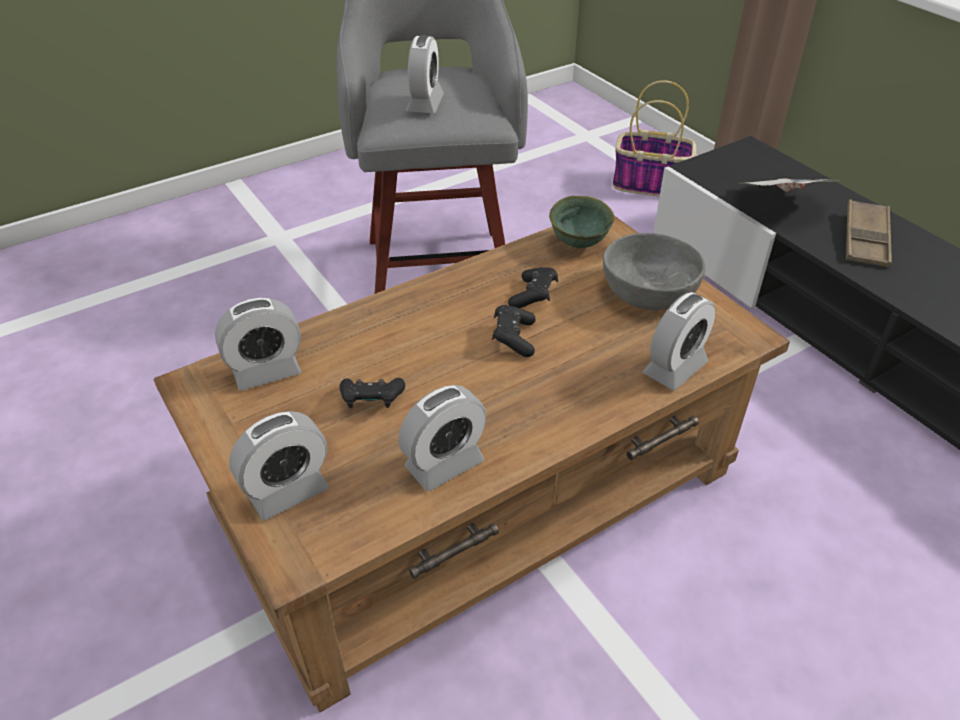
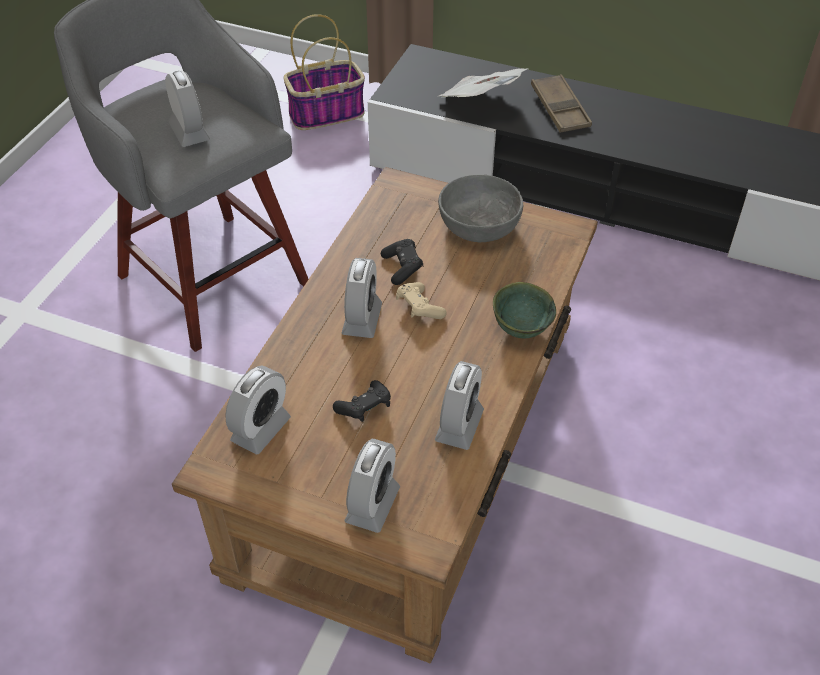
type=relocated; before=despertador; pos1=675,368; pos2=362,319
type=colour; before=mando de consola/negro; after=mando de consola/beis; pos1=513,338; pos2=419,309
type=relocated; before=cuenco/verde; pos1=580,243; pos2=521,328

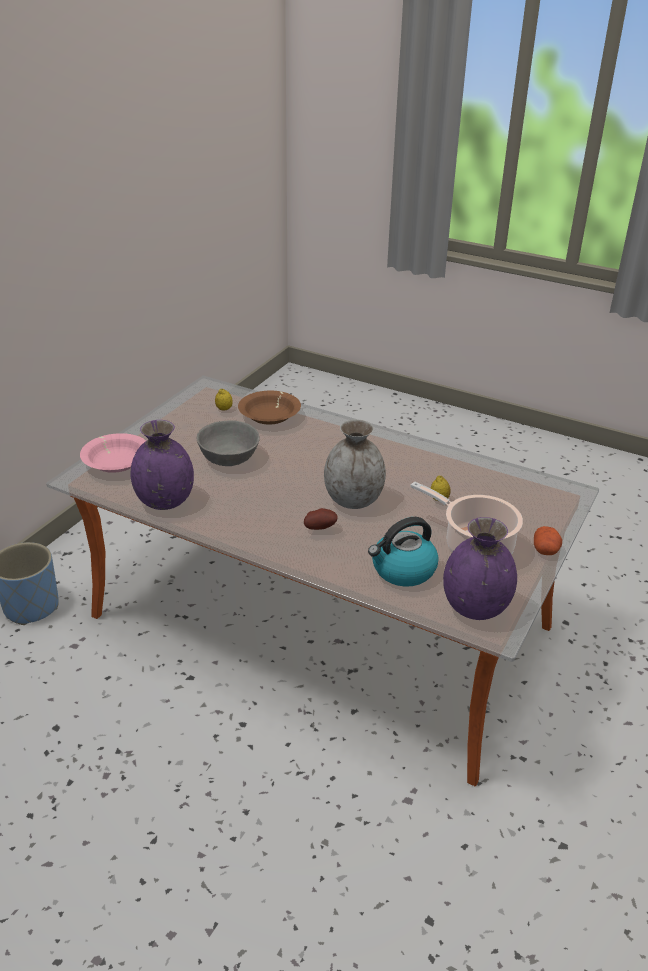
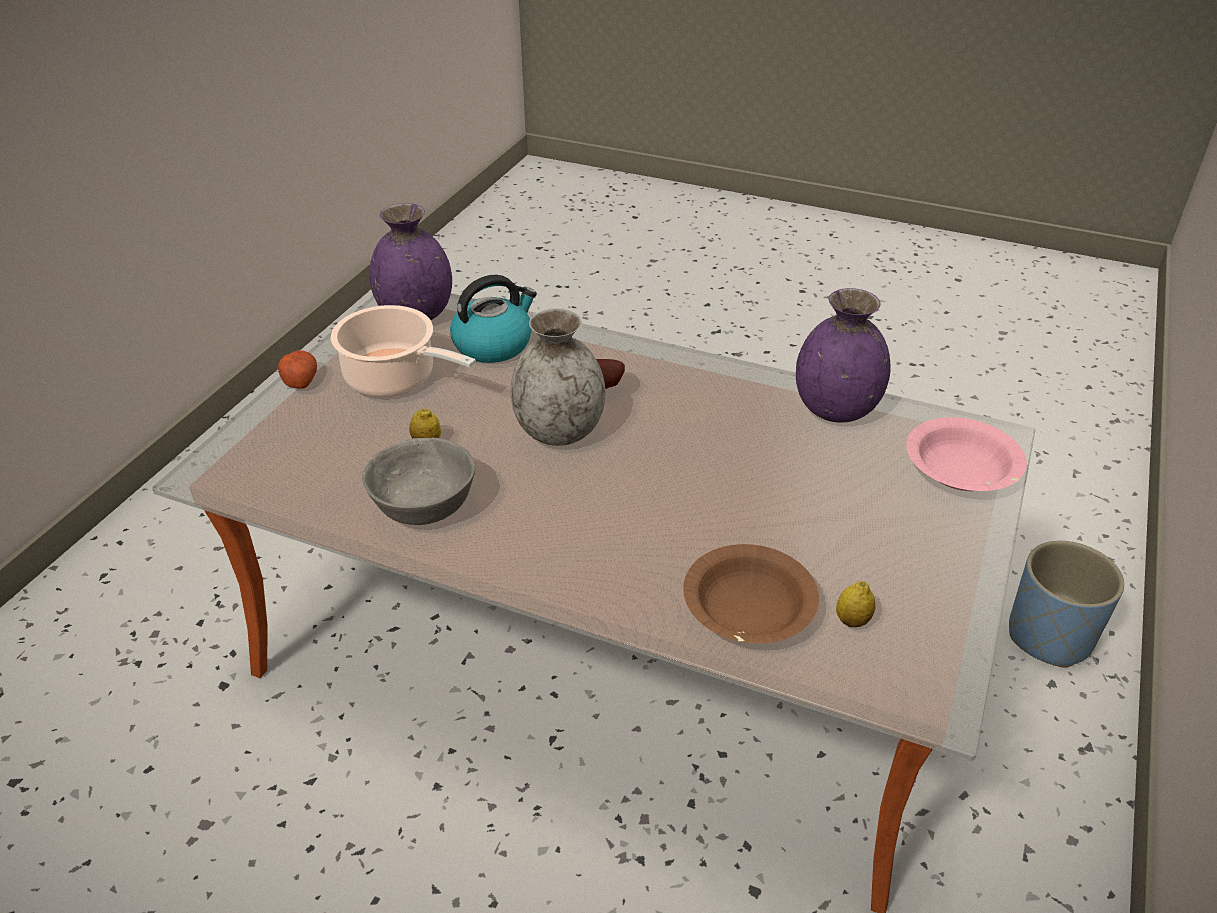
type=relocated; before=cuenco/gris; pos1=229,458; pos2=423,504

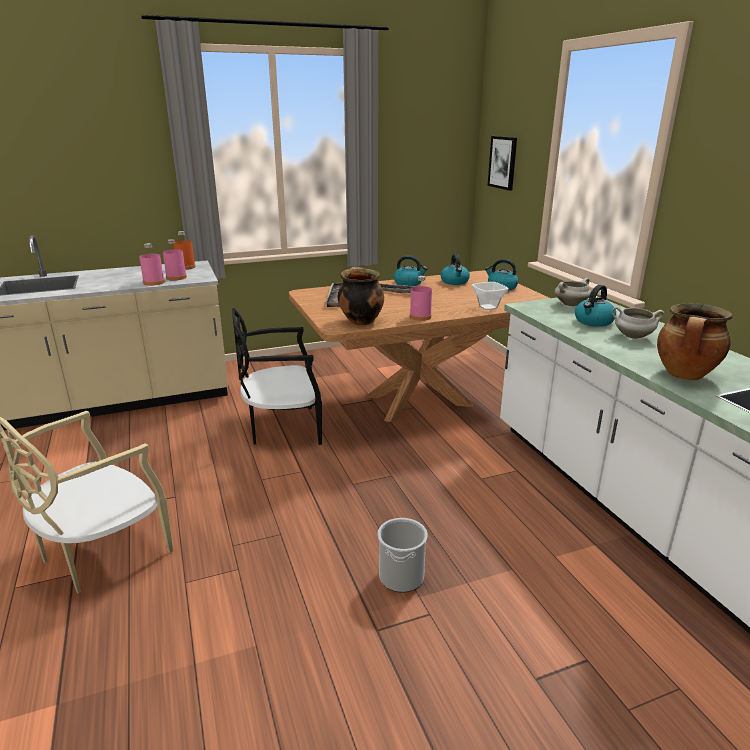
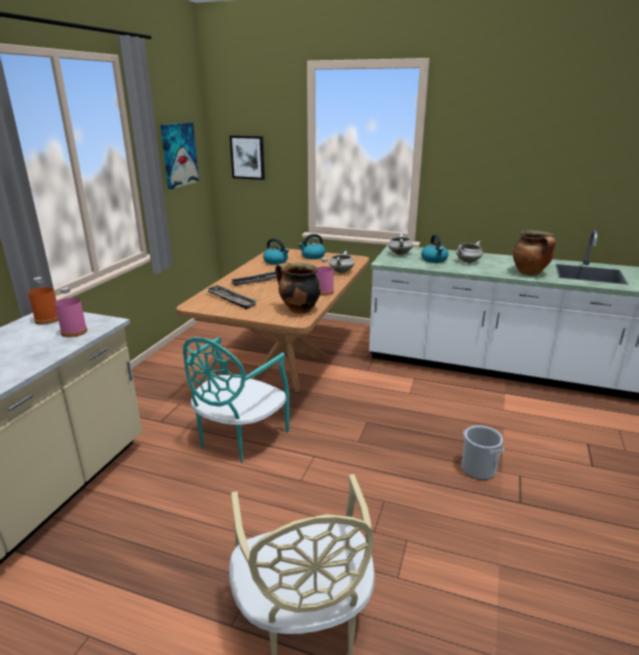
type=appeared; after=cuadro; pos2=179,155
type=colour; before=silla/negro; after=silla/turquesa; pos1=283,428; pos2=238,438
type=exchanged; before=cuenco; after=olla/blanco; pos1=488,307; pos2=341,272
type=missing; before=botella/rosa; pos1=154,282
type=missing; before=hervidor; pos1=409,283

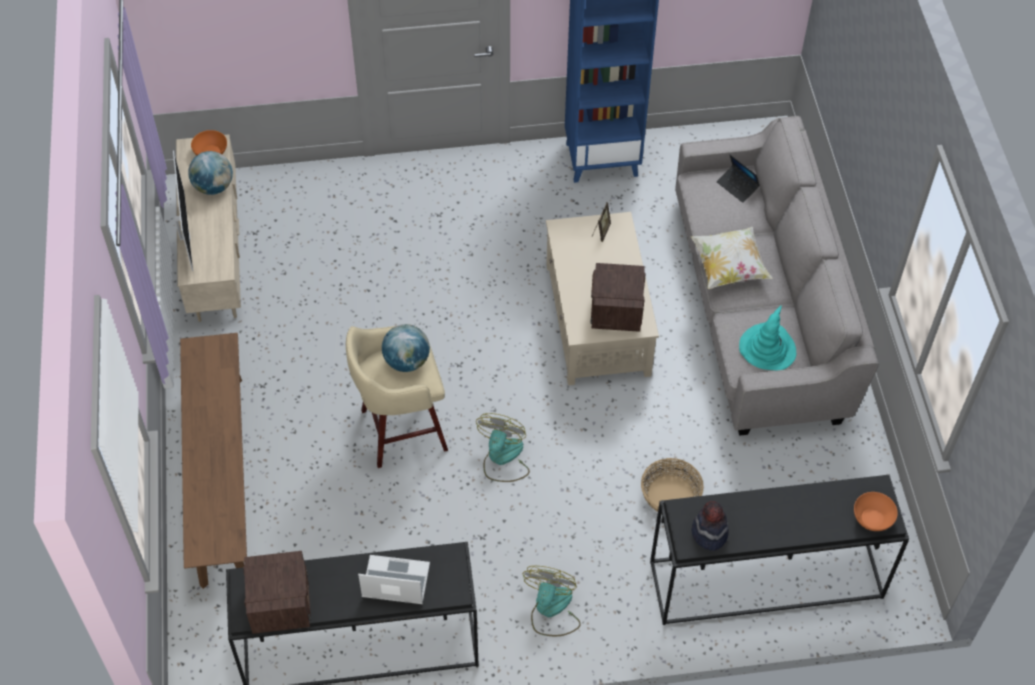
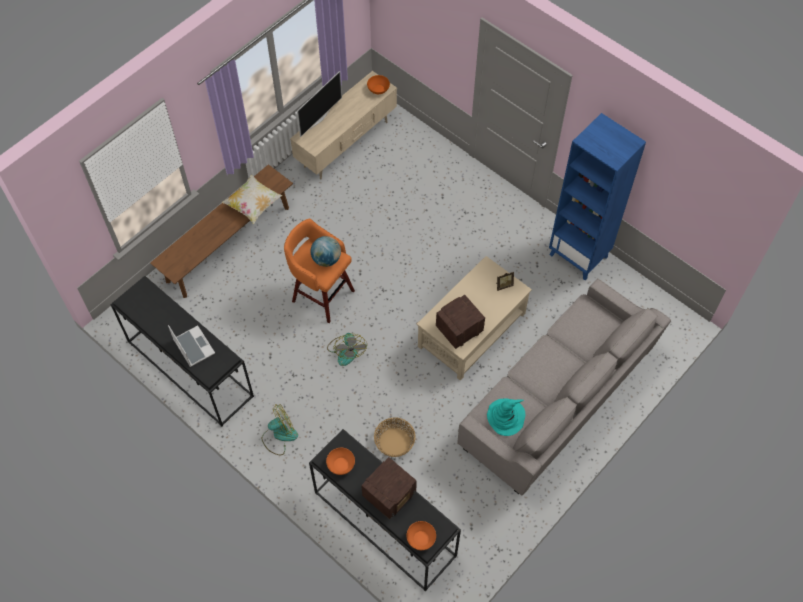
type=relocated; before=cojín; pos1=728,268; pos2=253,205
type=colour; before=taburete/beis; after=taburete/naranja; pos1=400,430; pos2=321,295
type=exchanged; before=sombrero; after=cuenco/naranja; pos1=709,533; pos2=340,465
type=spun; before=ventilador; pos1=503,458; pos2=346,350; turn=105
type=relocated; before=radio; pos1=280,603; pos2=390,494
type=missing; before=globo terráqueo; pos1=213,187
type=missing; before=portátil; pos1=737,186

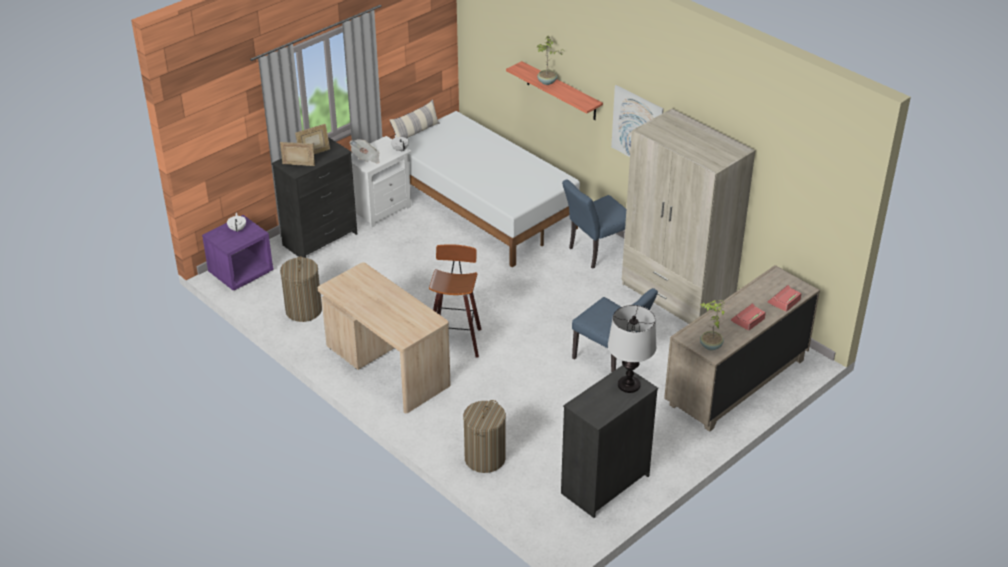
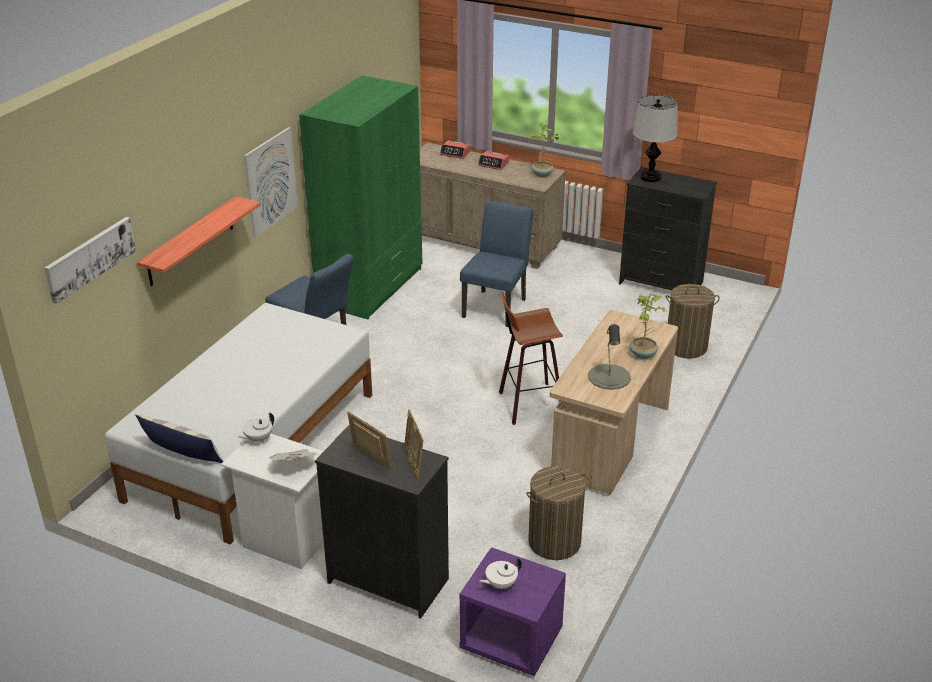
type=appeared; after=cuadro; pos2=90,258
type=colour; before=armario ropero/beis; after=armario ropero/verde; pos1=677,295; pos2=371,286
type=appeared; after=lámpara de mesa/gris; pos2=609,377
type=relocated; before=planta en maceta; pos1=547,82; pos2=643,354

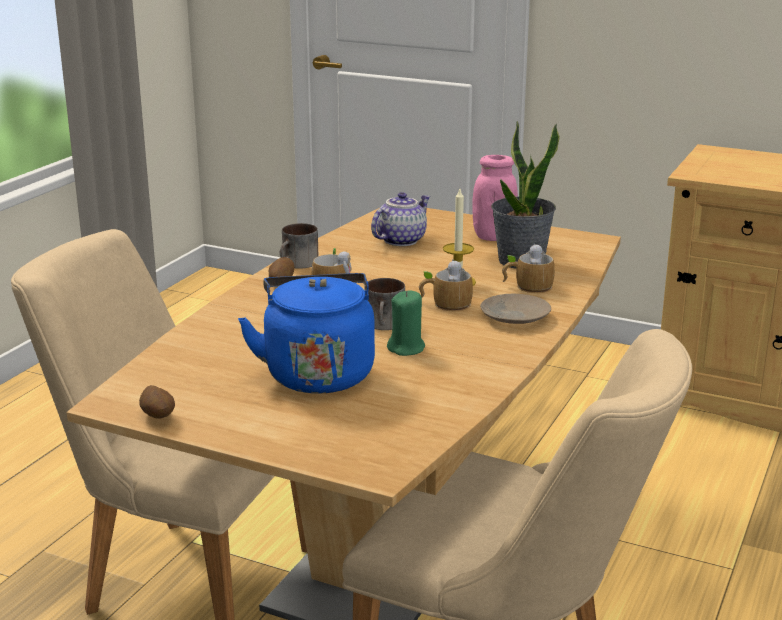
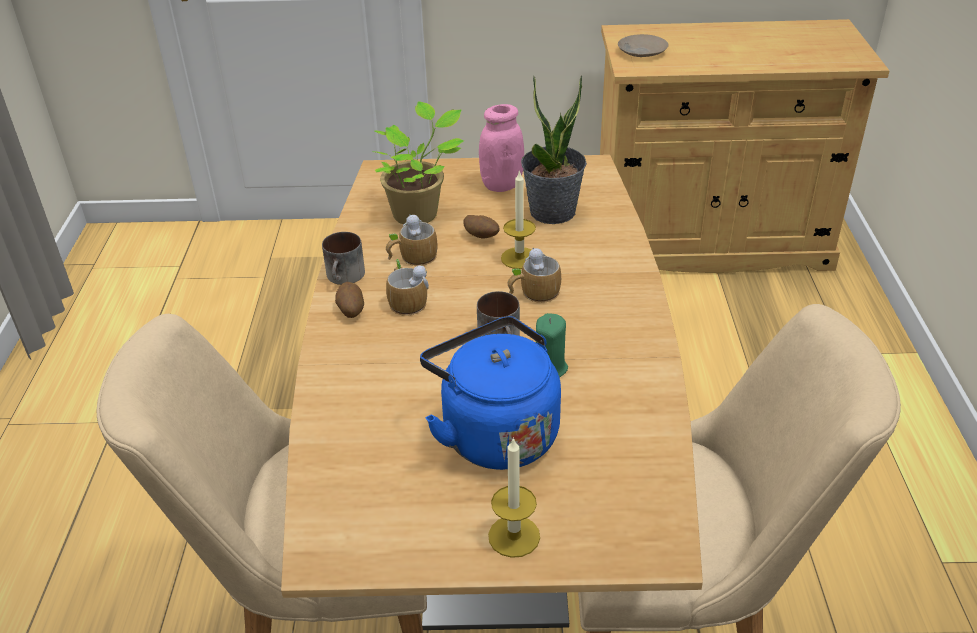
type=exchanged; before=tetera; after=planta en maceta; pos1=400,240; pos2=418,213
type=relocated; before=taza grande; pos1=527,286; pos2=412,257
type=relocated; before=patata; pos1=158,417; pos2=481,237
type=appeared; after=vela; pos2=514,536
type=relocated; before=plato/beis; pos1=514,317; pos2=641,52

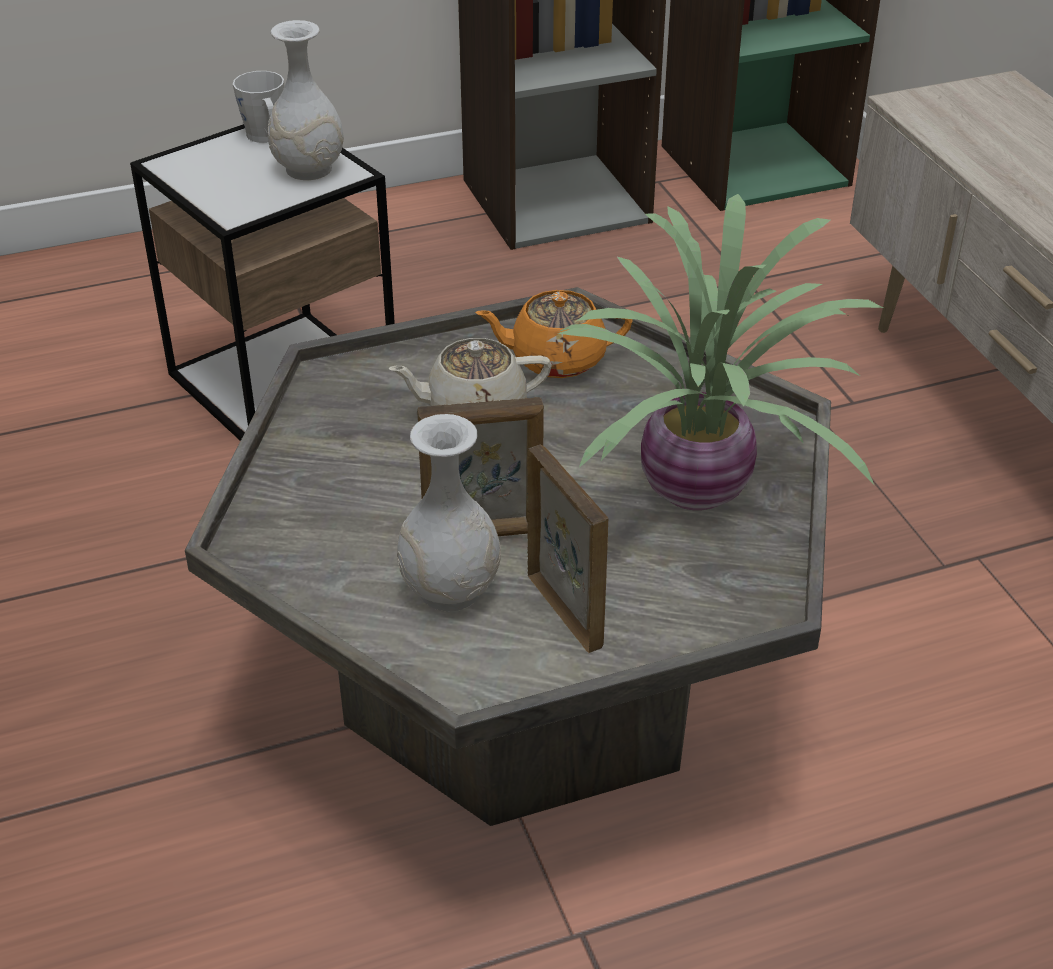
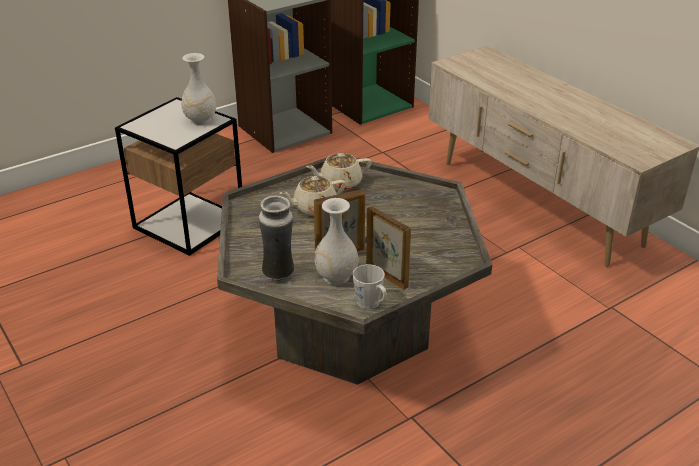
type=appeared; after=florero; pos2=279,274
type=colour; before=tetera/naranja; after=tetera/beis; pos1=555,359; pos2=340,183
type=relocated; before=taza grande/gris; pos1=266,137; pos2=371,304
type=missing; before=planta en maceta; pos1=697,493

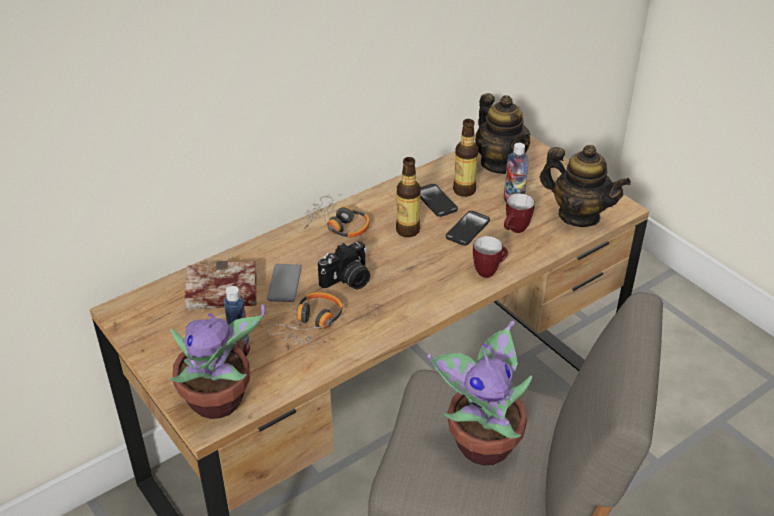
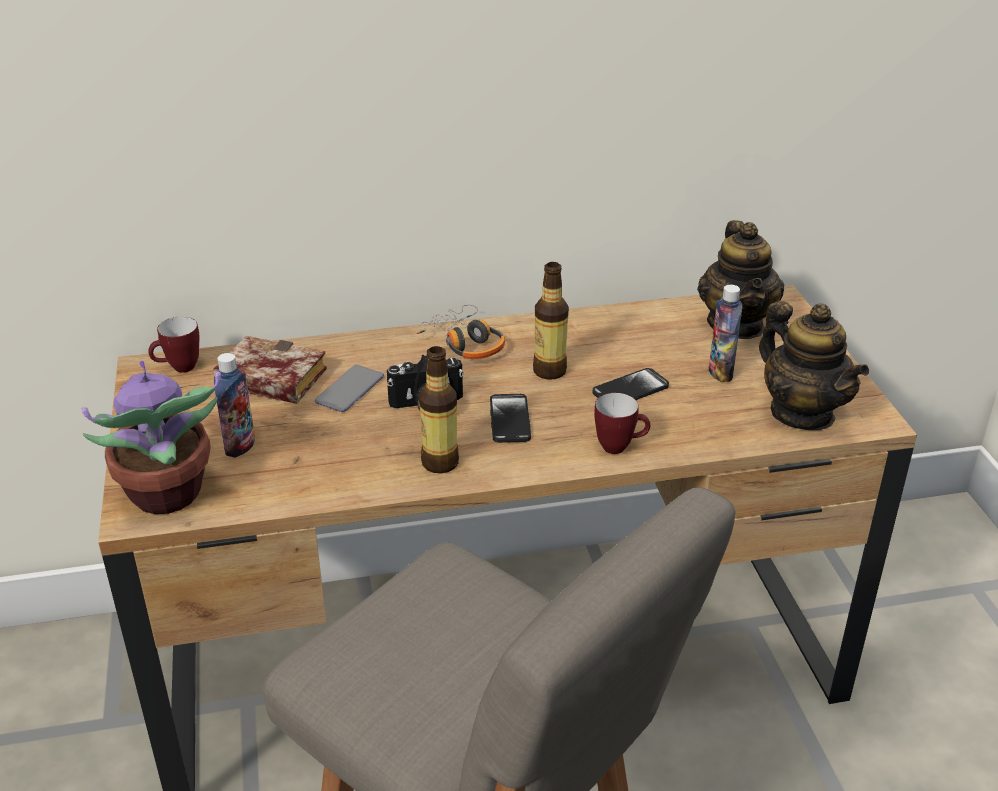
type=relocated; before=taza grande; pos1=515,231; pos2=179,369
type=relocated; before=botella; pos1=464,190; pos2=440,463
type=relocated; before=móvil; pos1=436,201; pos2=510,420
type=missing; before=auriculares; pos1=311,326
type=missing; before=planta en maceta; pos1=482,441

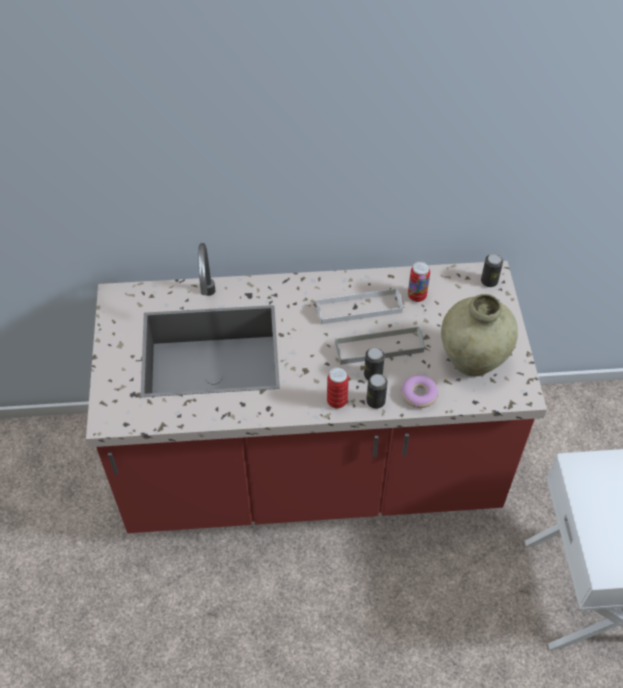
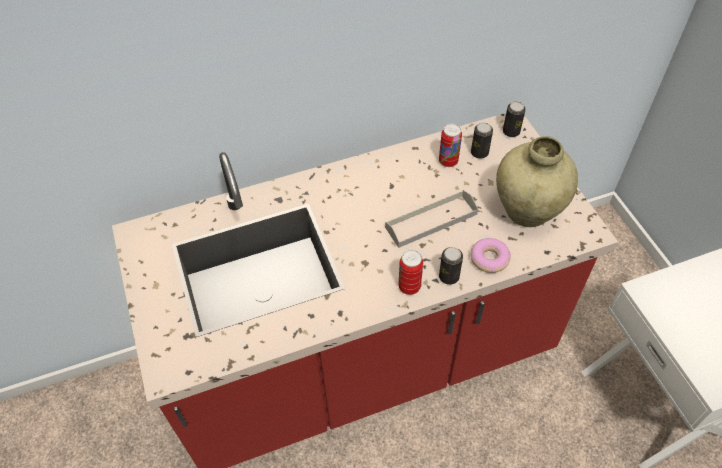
type=relocated; before=lata; pos1=373,375; pos2=479,153
type=missing; before=bandeja/blanco; pos1=359,308

